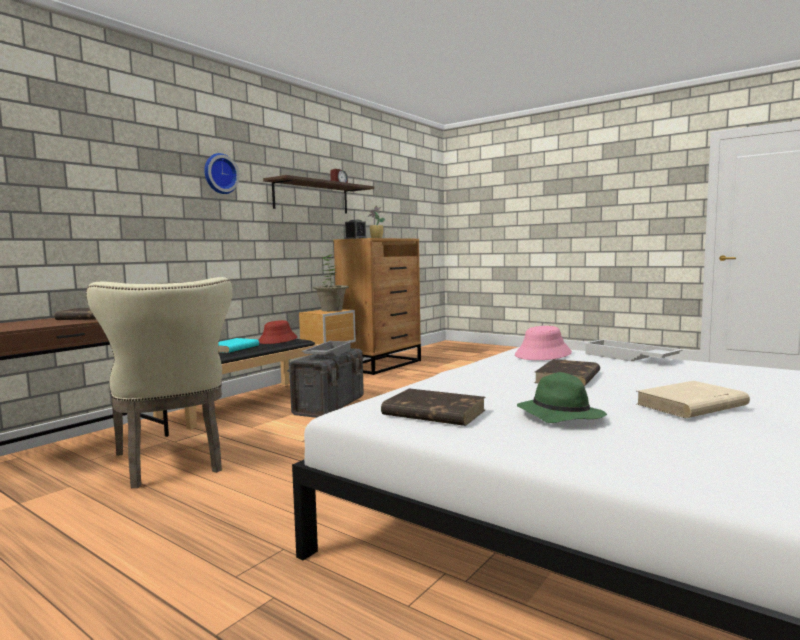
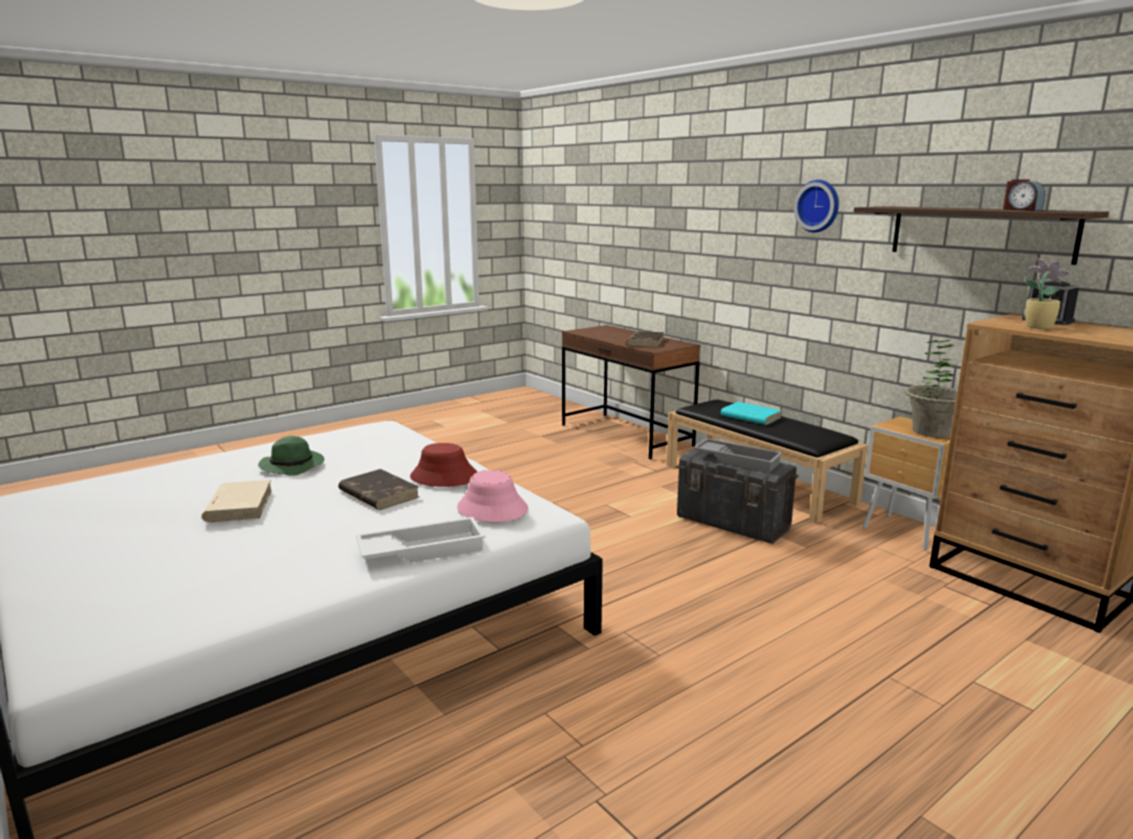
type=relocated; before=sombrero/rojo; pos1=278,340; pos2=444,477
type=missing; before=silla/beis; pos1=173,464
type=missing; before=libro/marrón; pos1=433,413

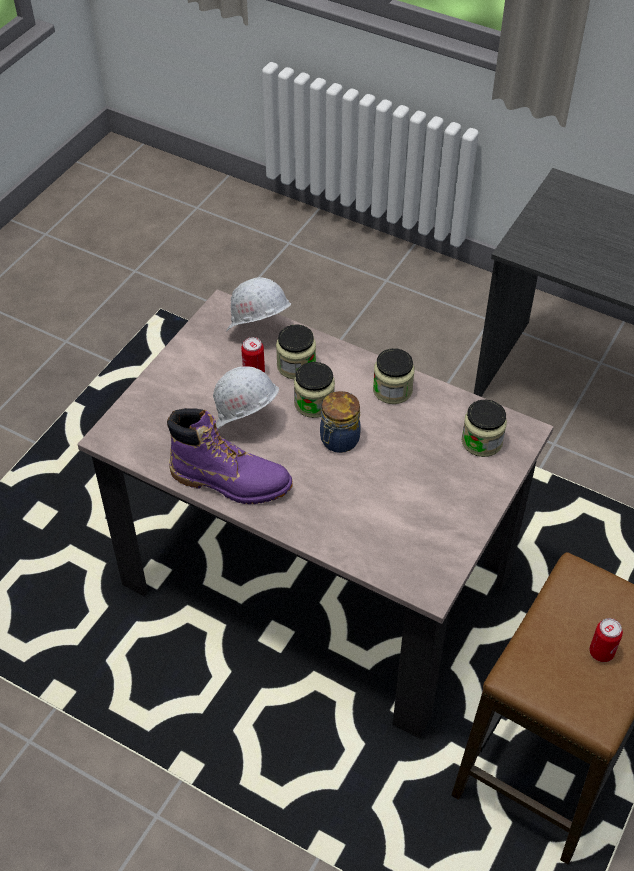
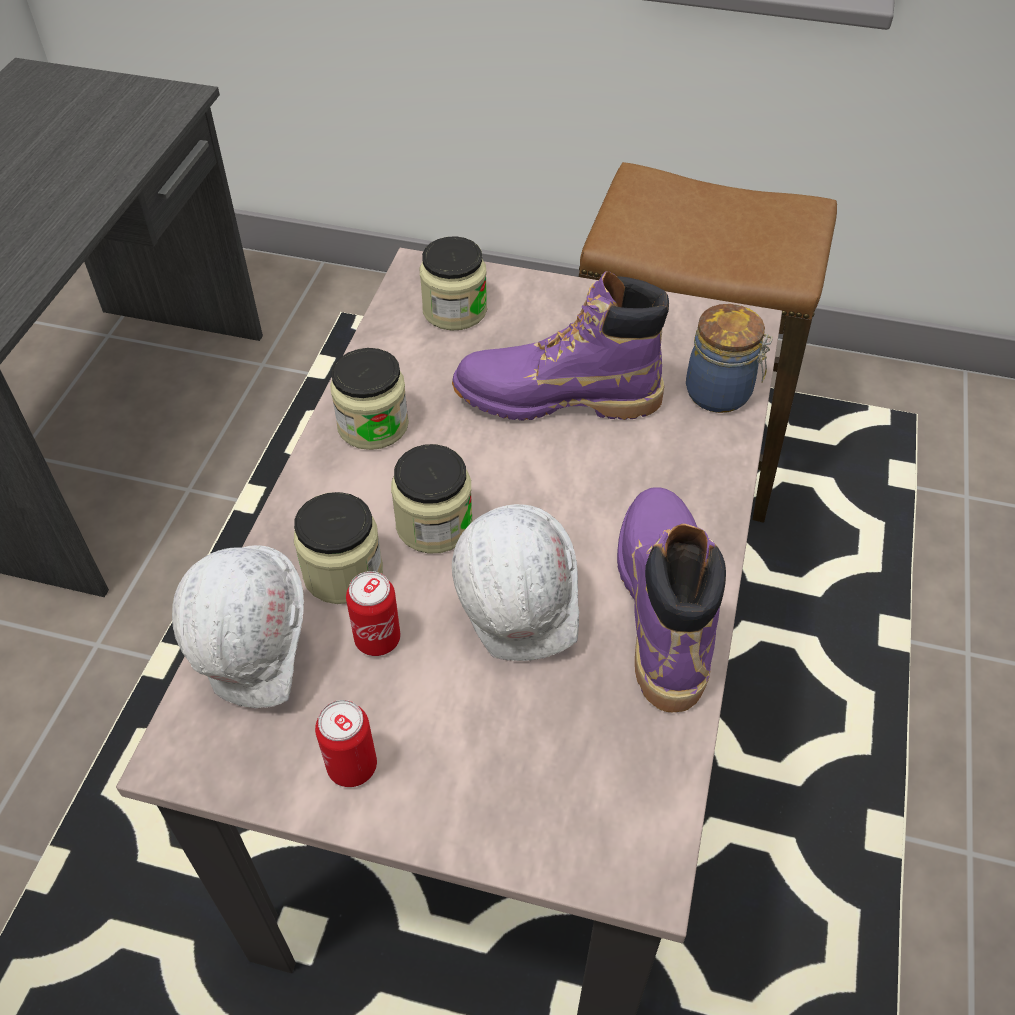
type=relocated; before=lata; pos1=601,652; pos2=352,766
type=appeared; after=bota/morado; pos2=557,398
type=relocated; before=tarro; pos1=338,441; pos2=721,393

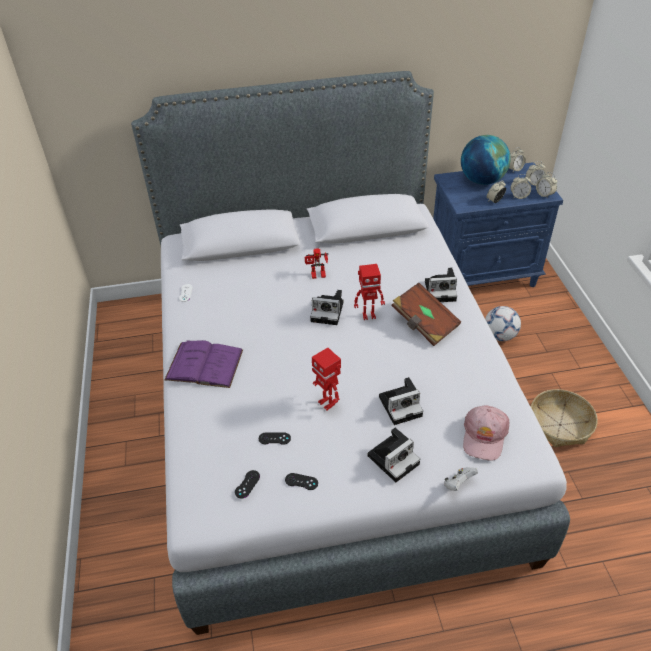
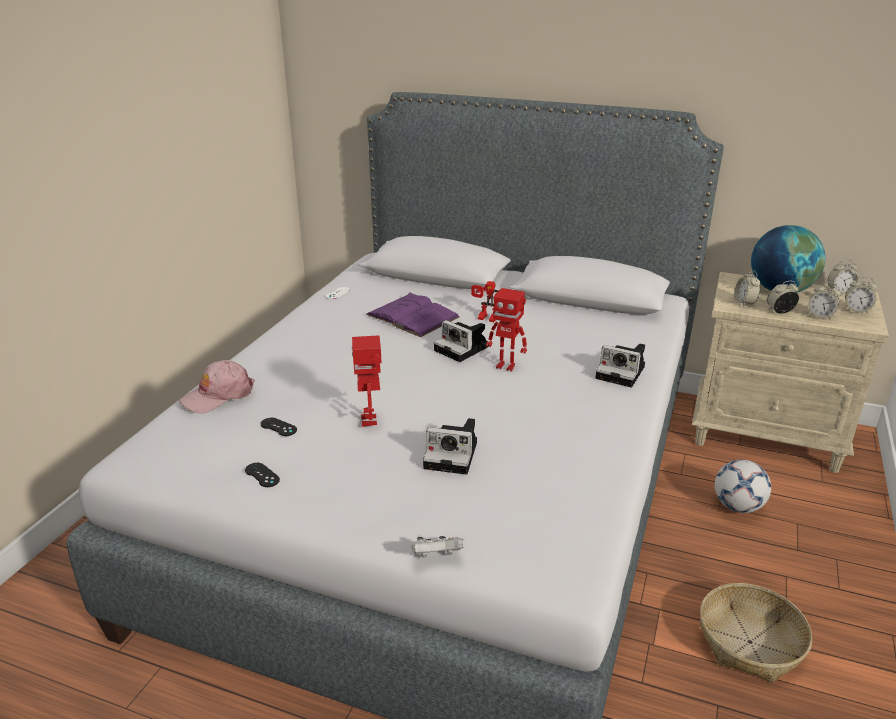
type=relocated; before=gorra/rosa; pos1=484,436; pos2=218,395
type=relocated; before=libro/morado; pos1=204,364; pos2=412,316
type=colour; before=mesita de noche/azul; after=mesita de noche/beis; pos1=483,273; pos2=767,435
type=relocated; before=despertador; pos1=544,194; pos2=744,303
type=missing; before=mando de consola/negro; pos1=247,484
type=missing; before=cámara; pos1=394,458
type=missing; before=libro/marrón; pos1=424,323

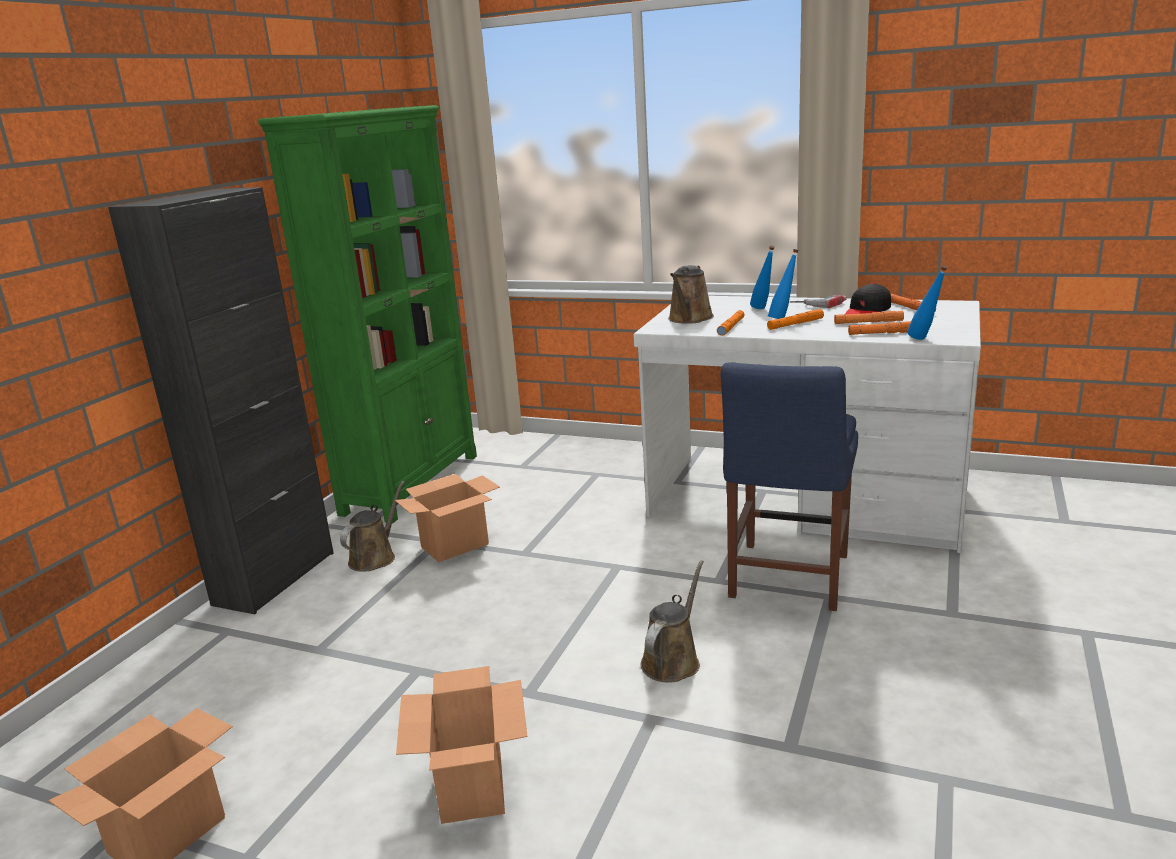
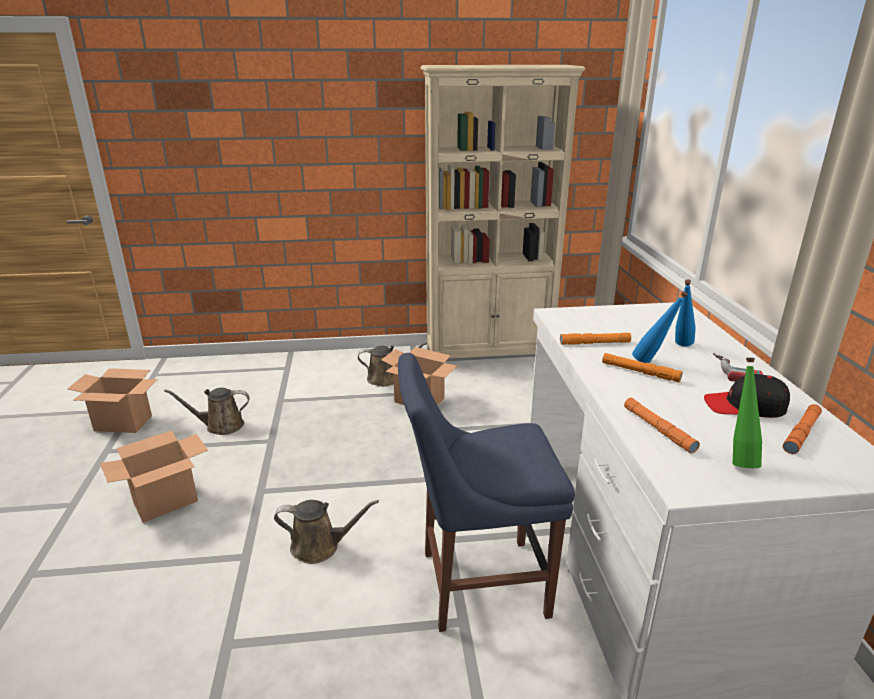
type=relocated; before=regadera/marrón; pos1=689,319; pos2=221,426
type=colour; before=estantería/verde; after=estantería/beis; pos1=412,483; pos2=489,354
type=appeared; after=botella/verde; pos2=738,459
type=missing; before=armario/negro; pos1=275,578
type=missing; before=linterna/naranja; pos1=868,322
type=missing; before=botella/azul; pos1=924,340

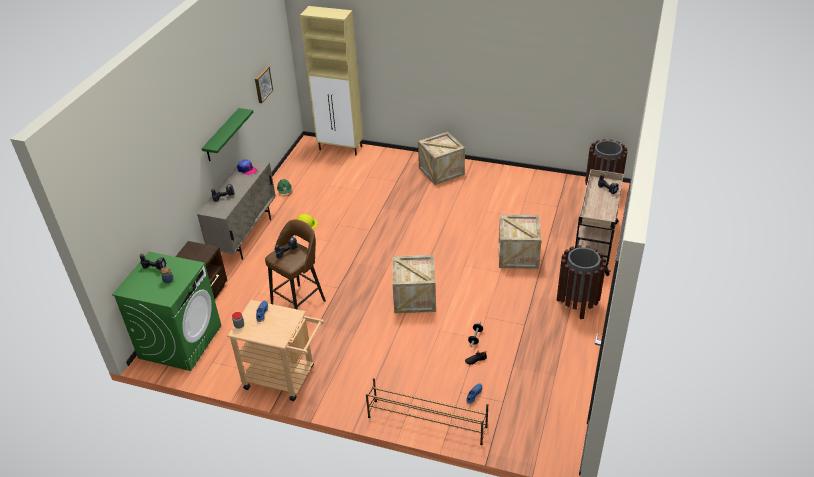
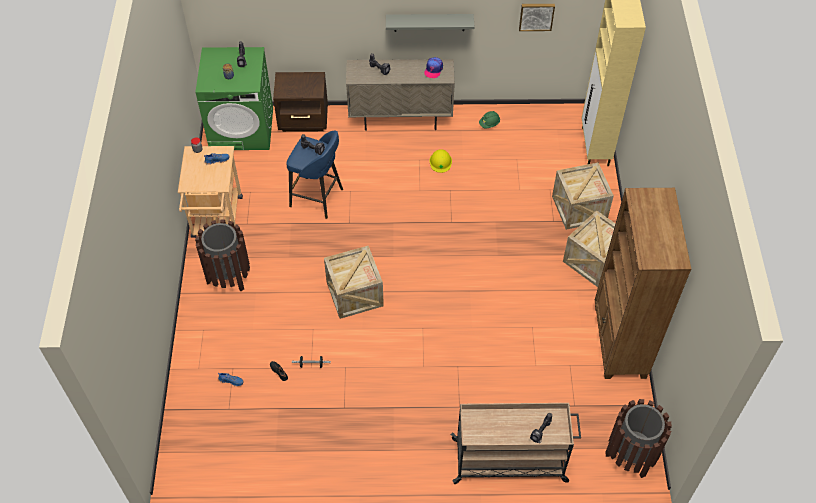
type=relocated; before=papelera/marrón; pos1=577,304; pos2=228,276
type=colour; before=taburete/marrón; after=taburete/azul; pos1=300,302; pos2=318,198
type=colour; before=estante/verde; after=estante/gris; pos1=222,135; pos2=429,22
type=relocated; before=caja de embalaje; pos1=518,255; pos2=579,208
type=appeared; after=estantería/marrón; pos2=619,342
type=missing; before=zapatero/marrón; pos1=426,421

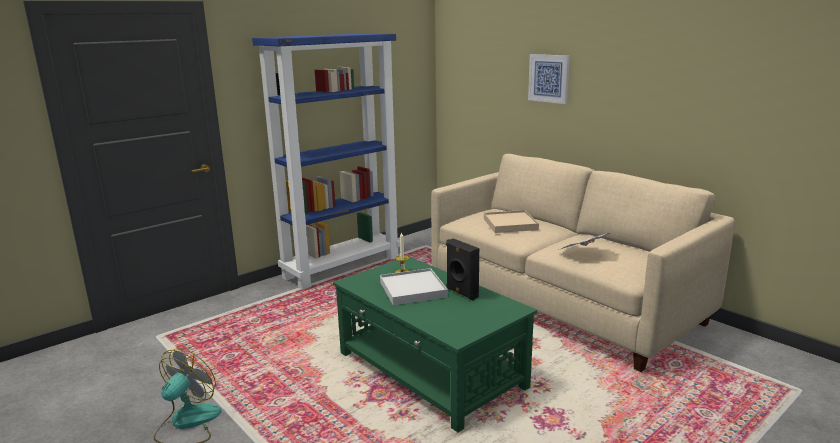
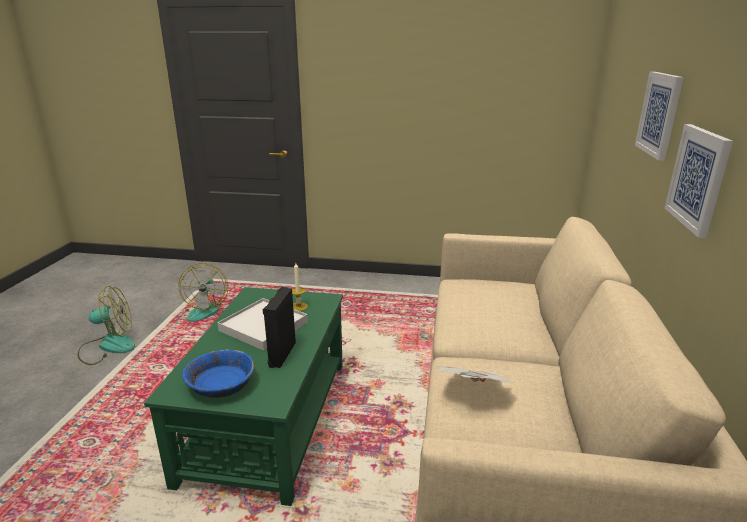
type=appeared; after=ventilador; pos2=204,310
type=appeared; after=cuenco/azul; pos2=221,384
type=appeared; after=cuadro; pos2=698,178
type=missing; before=estantería/azul; pos1=342,267
type=missing; before=bandeja/beis; pos1=510,224

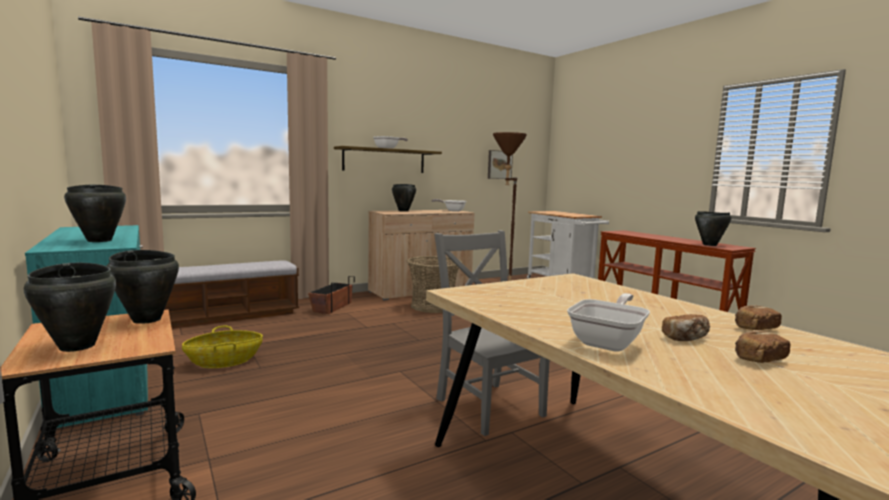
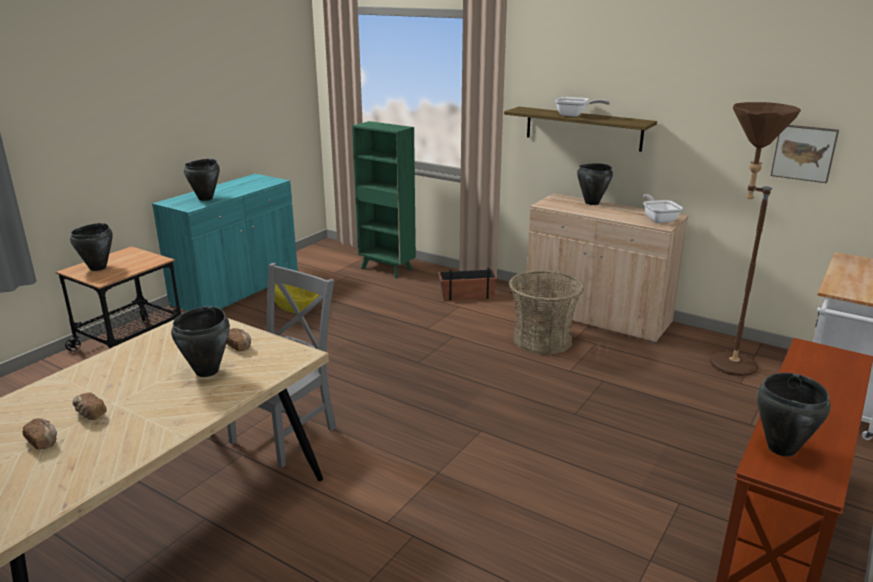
type=relocated; before=olla/negro; pos1=147,319; pos2=207,371
type=relocated; before=pan; pos1=755,328; pos2=239,346
type=exchanged; before=banco; after=estantería/verde; pos1=226,317; pos2=387,269
type=missing; before=sartén; pos1=609,342

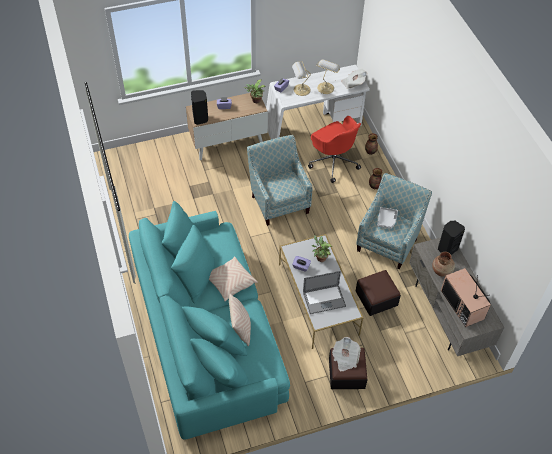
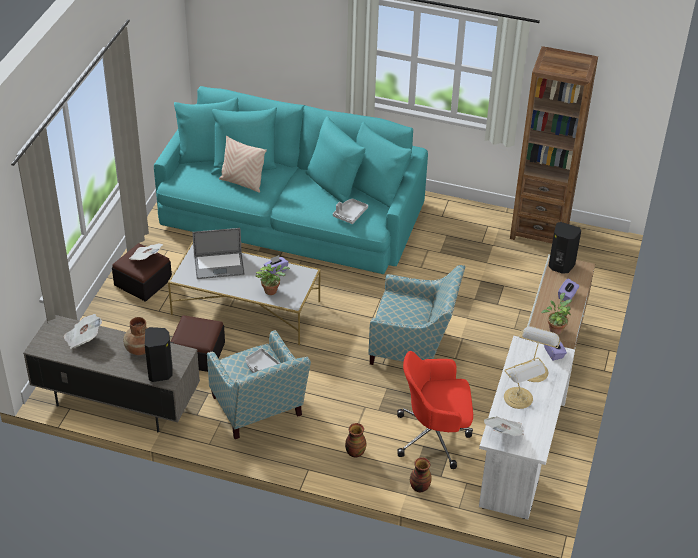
type=exchanged; before=televisor; after=periódico; pos1=463,305; pos2=83,338
type=spun; before=portátil; pos1=324,299; pos2=219,266; turn=-120
type=appeared; after=bandeja/gris; pos2=350,214
type=appeared; after=estantería/marrón; pos2=539,230
type=missing; before=cojín/beis; pos1=230,282

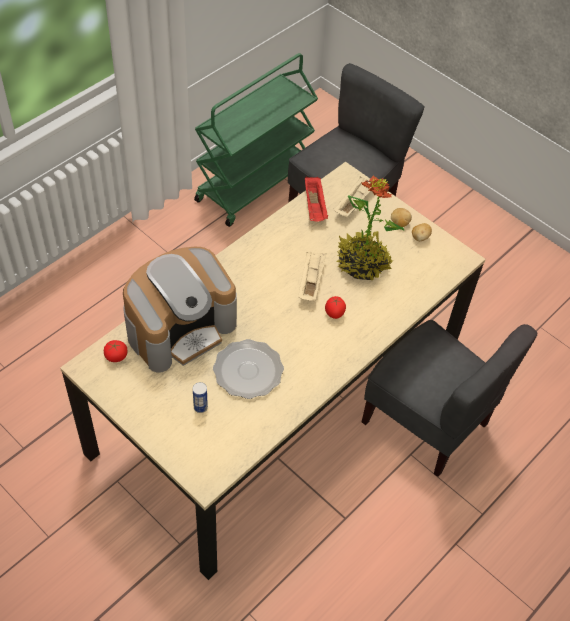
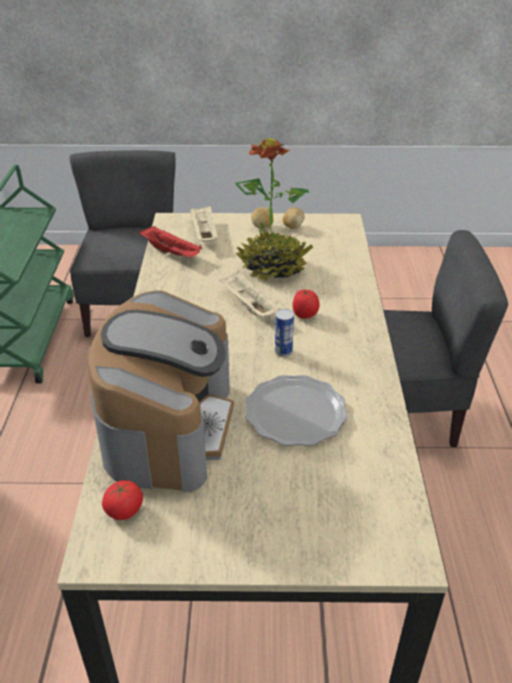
type=relocated; before=lata; pos1=200,407; pos2=283,351

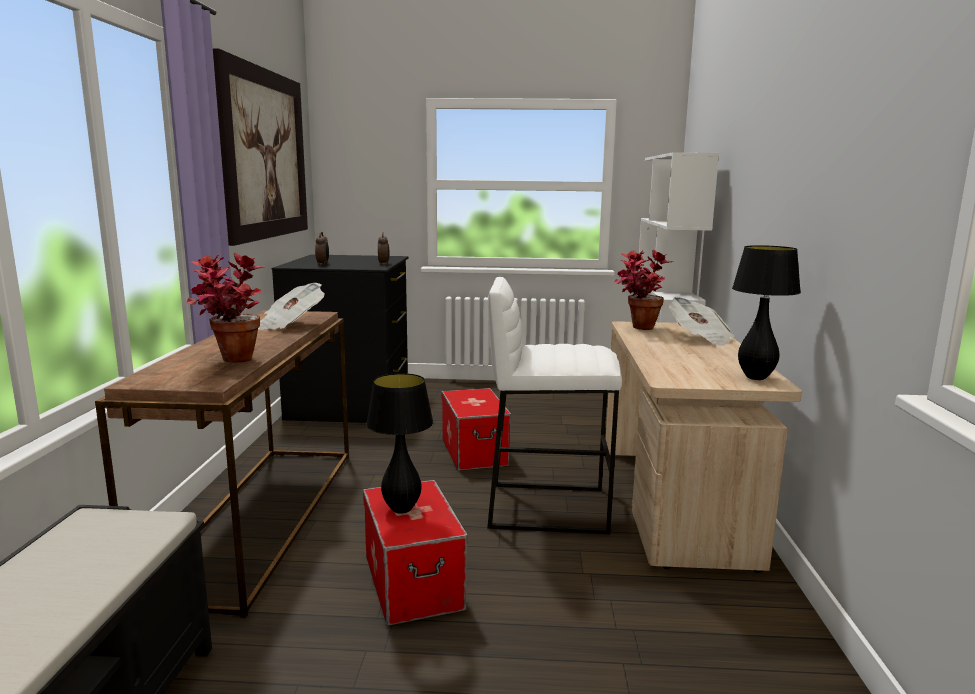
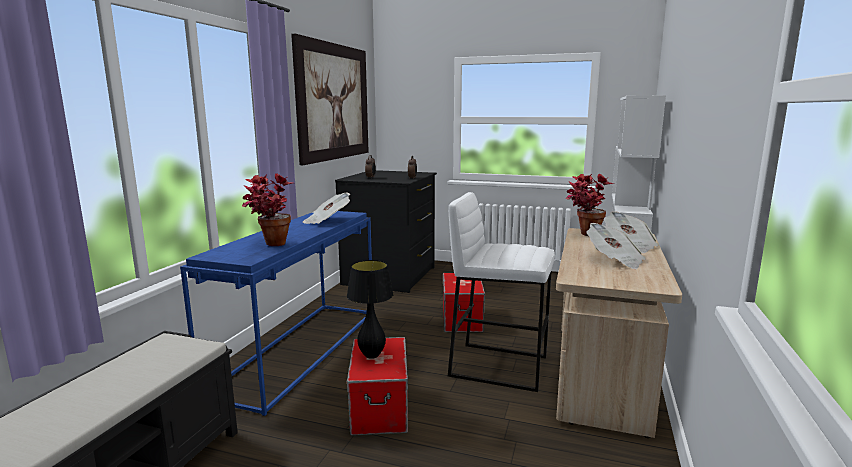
type=colour; before=mesa consola/marrón; after=mesa consola/azul; pos1=259,516; pos2=300,350
type=appeared; after=periódico; pos2=614,261
type=missing; before=lámpara de mesa/negro; pos1=755,377

